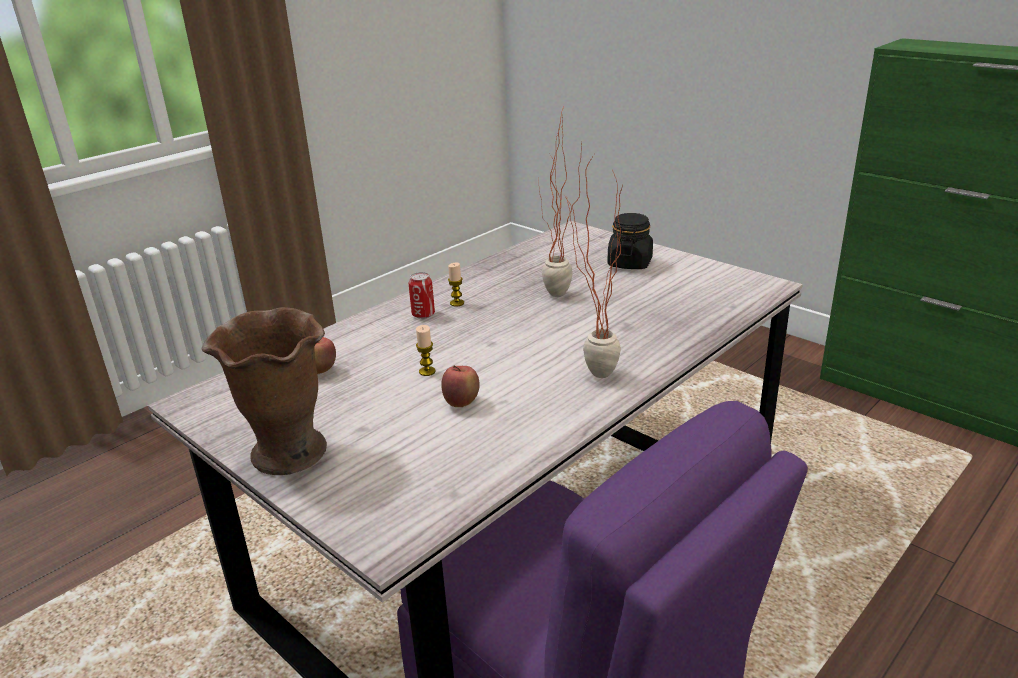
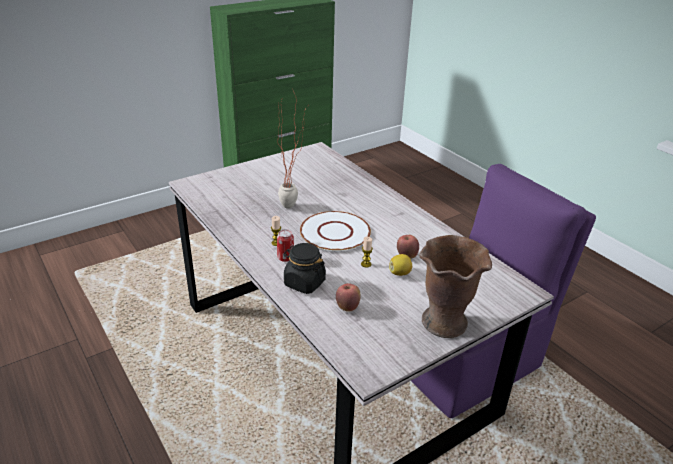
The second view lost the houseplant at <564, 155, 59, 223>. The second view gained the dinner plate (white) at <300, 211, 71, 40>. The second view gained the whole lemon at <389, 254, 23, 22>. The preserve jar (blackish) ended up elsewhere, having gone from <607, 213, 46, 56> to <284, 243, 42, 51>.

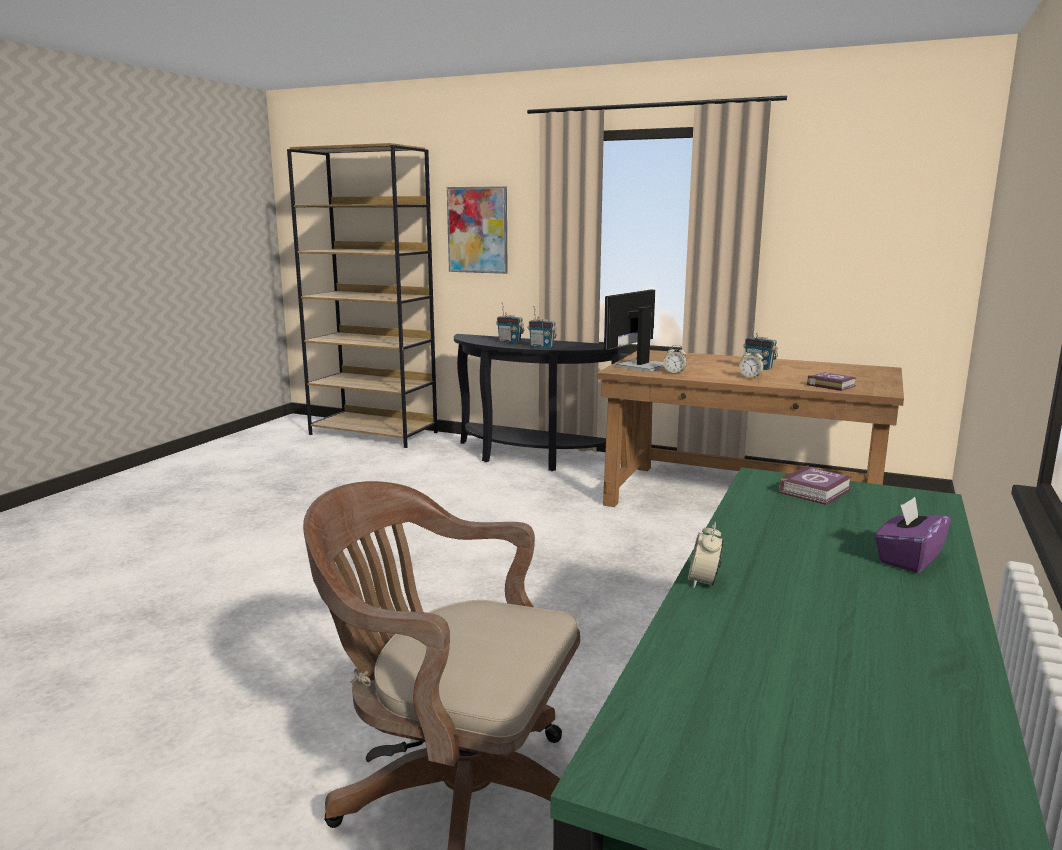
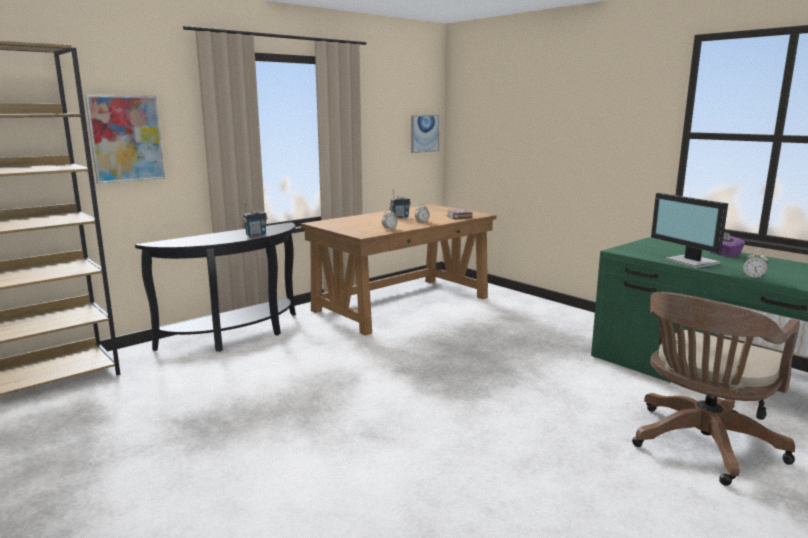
The second view lost the radio set at <496, 303, 29, 40>. The second view lost the book at <780, 465, 72, 40>. The second view gained the wall picture at <411, 115, 28, 38>. The computer display ended up elsewhere, having gone from <604, 290, 60, 82> to <651, 193, 77, 75>.

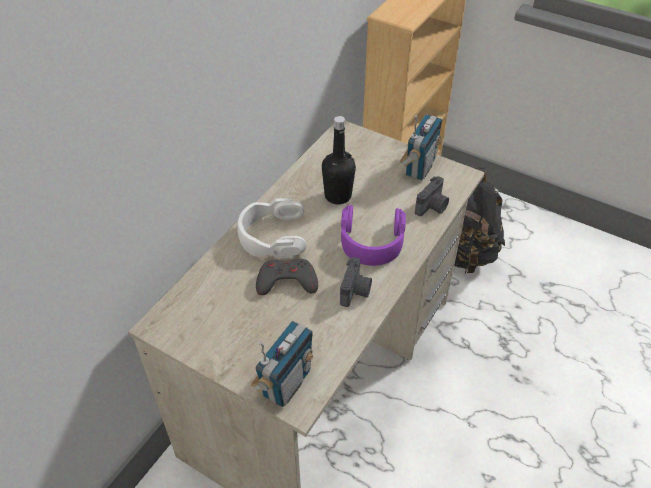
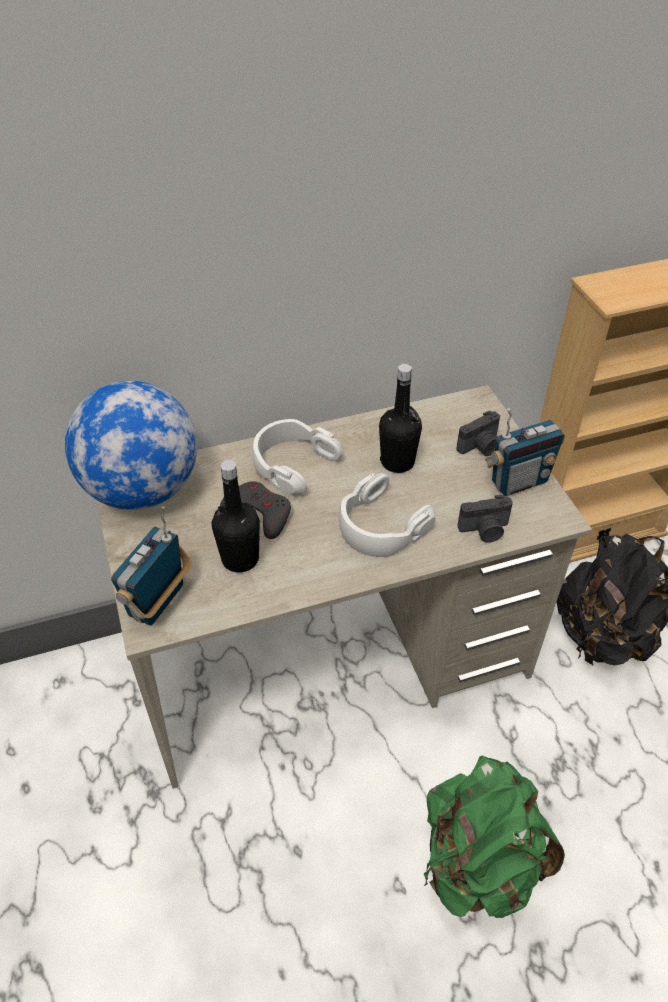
The second view gained the globe at <65, 381, 132, 129>. The second view gained the beverage bottle (blackish) at <212, 460, 48, 112>. The second view gained the backpack (green) at <424, 756, 141, 162>. The still camera ended up elsewhere, having gone from <340, 257, 32, 50> to <456, 411, 44, 45>. What was the pair of headphones (purple-coloured) at <341, 205, 65, 61> turned into the pair of headphones (white) at <339, 473, 97, 84>. The radio set at <251, 321, 62, 86> ended up facing another way, 135 degrees clockwise from before.

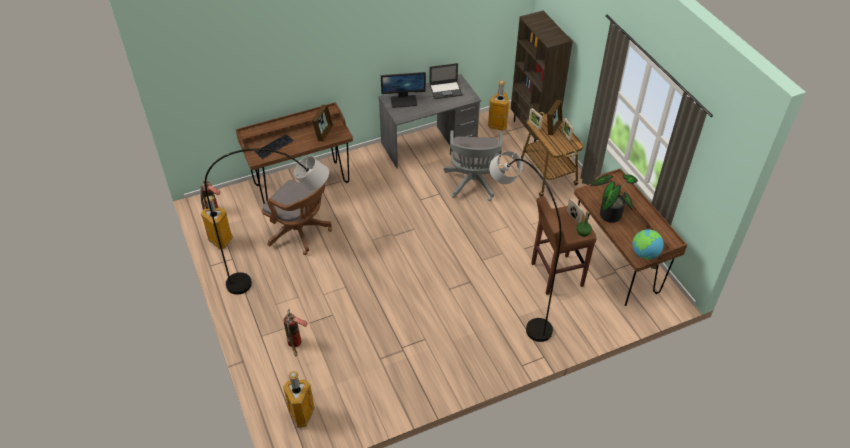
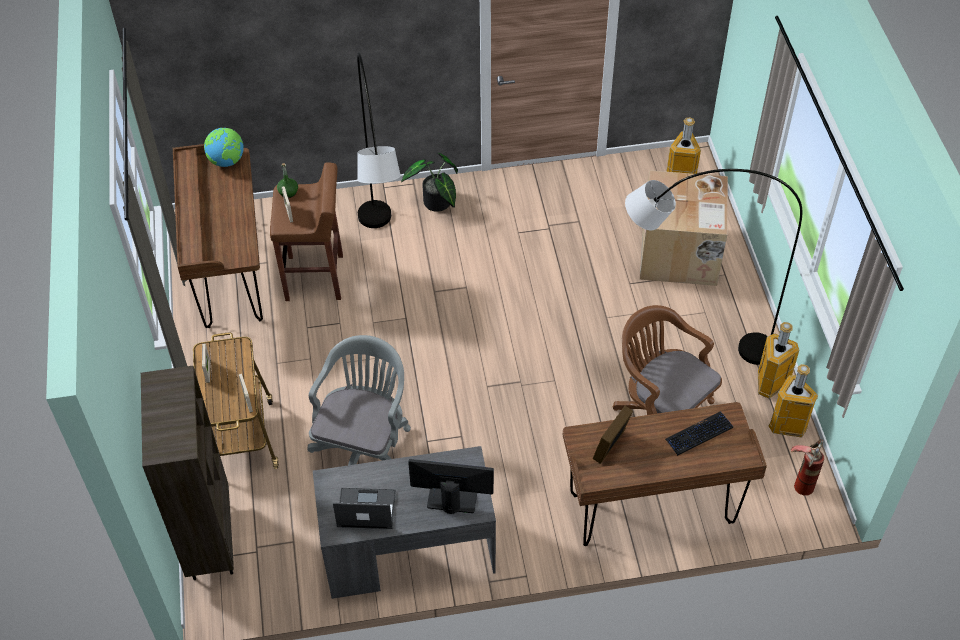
The second view lost the photo frame at <547, 100, 16, 35>. The rubbish bin ended up elsewhere, having gone from <488, 80, 21, 51> to <758, 322, 41, 77>. The houseplant ended up elsewhere, having gone from <591, 174, 47, 49> to <401, 153, 57, 59>. Where the fire-fighting cylinder stood at <284, 309, 23, 47>, the packing box came to stand at <640, 170, 88, 116>.

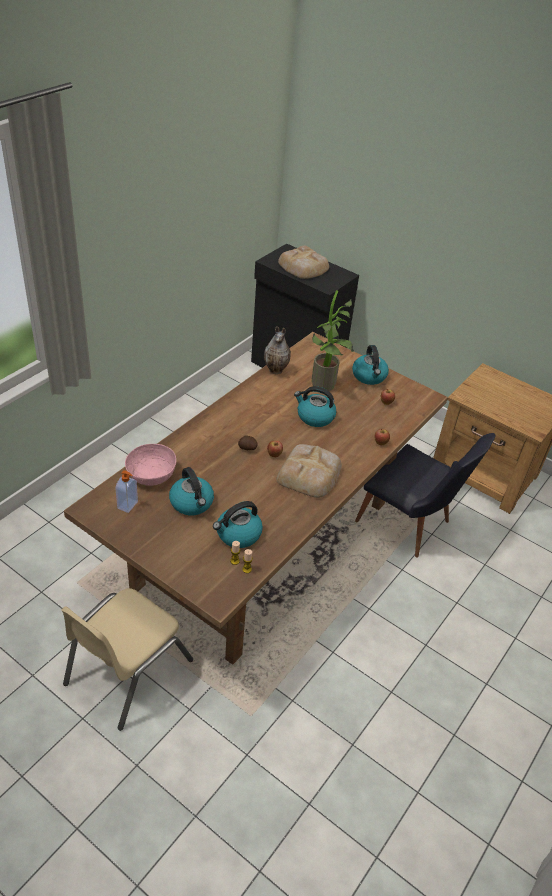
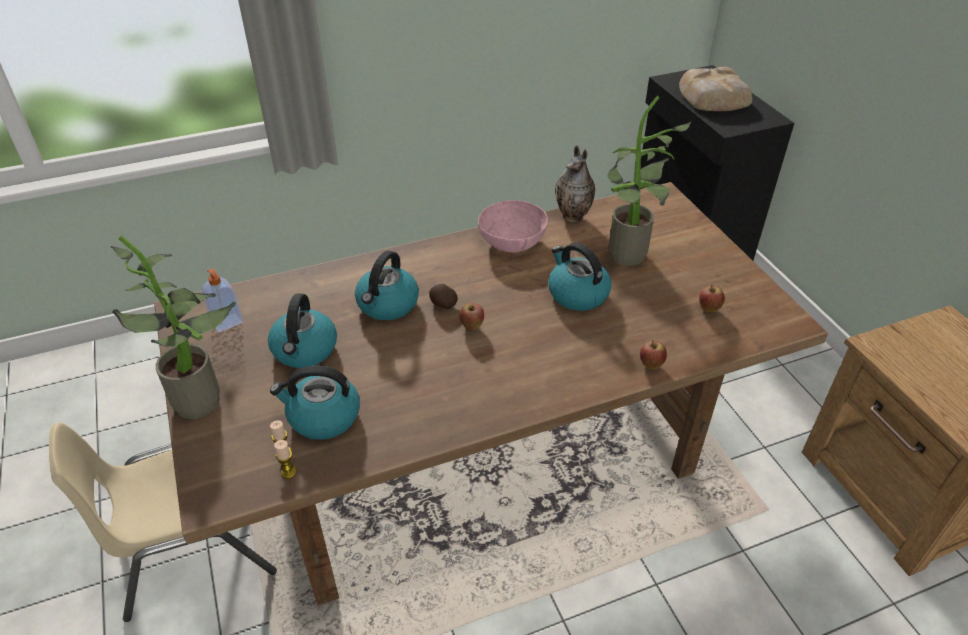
The second view lost the bread at <276, 444, 66, 54>. The second view lost the plain chair (blackish) at <355, 433, 140, 125>. The second view gained the houseplant at <111, 236, 125, 183>. The serving bowl (pink) ended up elsewhere, having gone from <125, 444, 51, 42> to <478, 200, 70, 52>. The kettle ended up elsewhere, having gone from <352, 345, 37, 40> to <355, 251, 64, 69>.

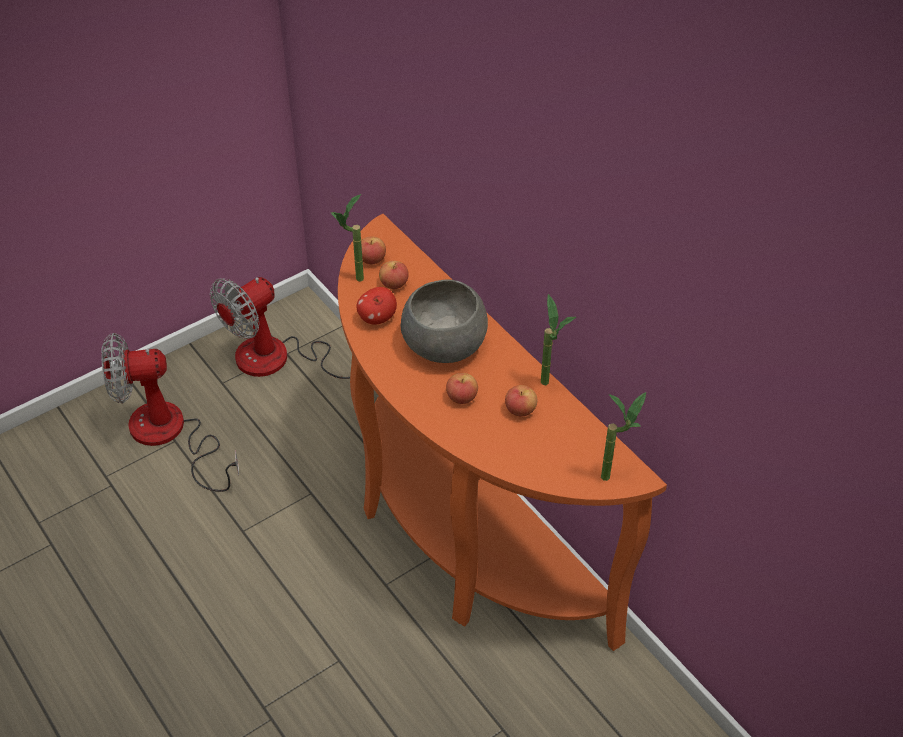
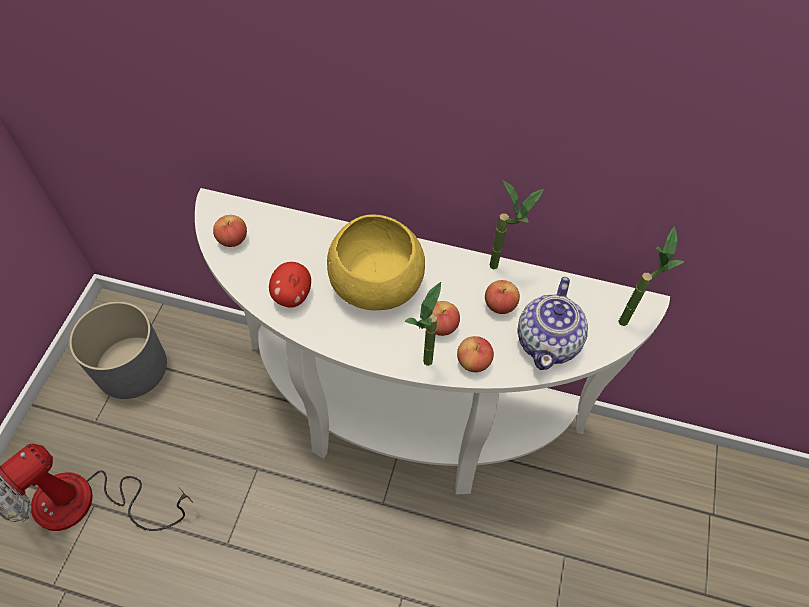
The second view gained the teapot at <517, 277, 71, 93>. The houseplant ended up elsewhere, having gone from <331, 194, 33, 88> to <405, 282, 36, 84>. The whole apple ended up elsewhere, having gone from <379, 261, 30, 28> to <457, 336, 37, 36>. Where the electric fan stood at <210, 277, 140, 102>, the plant pot (gray) came to stand at <69, 302, 98, 97>. What was the narrow table (orange) at <338, 214, 329, 437> turned into the narrow table (white) at <195, 188, 475, 306>. What was the serving bowl (gray) at <401, 279, 87, 84> turned into the serving bowl (yellow-coloured) at <327, 214, 98, 96>.

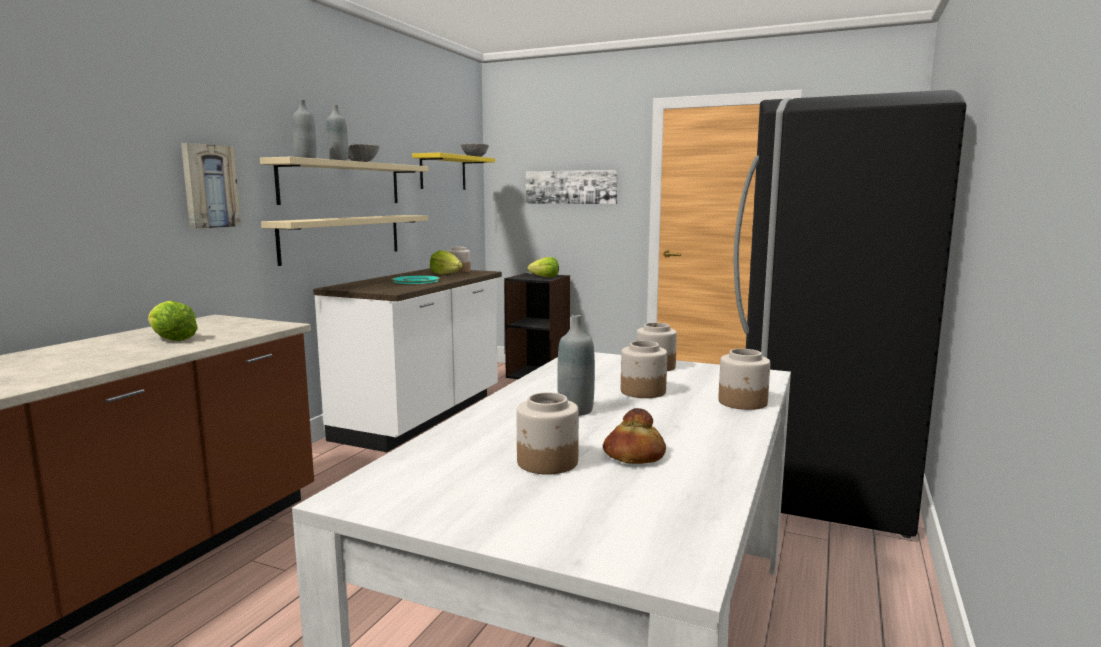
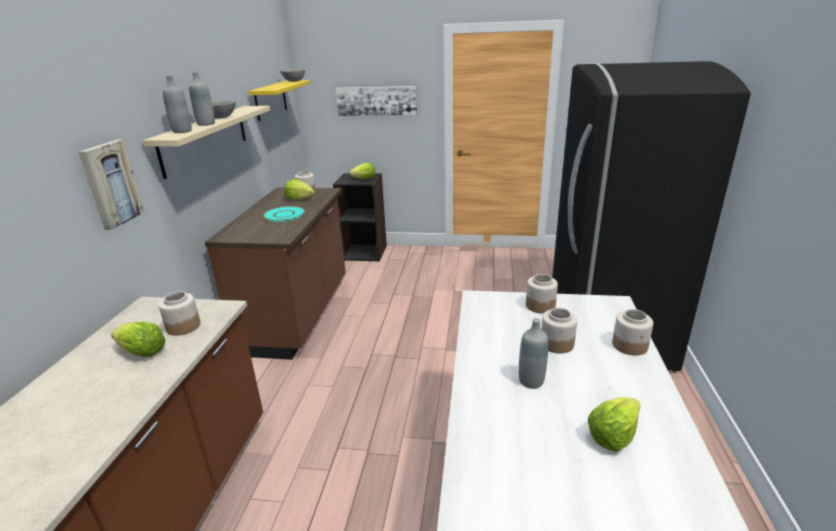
The second view lost the wall shelf (beige) at <261, 215, 167, 51>. The preserve jar ended up elsewhere, having gone from <516, 392, 63, 83> to <158, 291, 42, 45>. Where the bread stood at <603, 408, 63, 56>, the lettuce head came to stand at <588, 397, 53, 55>. What was the counter (white) at <313, 268, 189, 184> turned into the counter (brown-coloured) at <205, 188, 141, 172>.

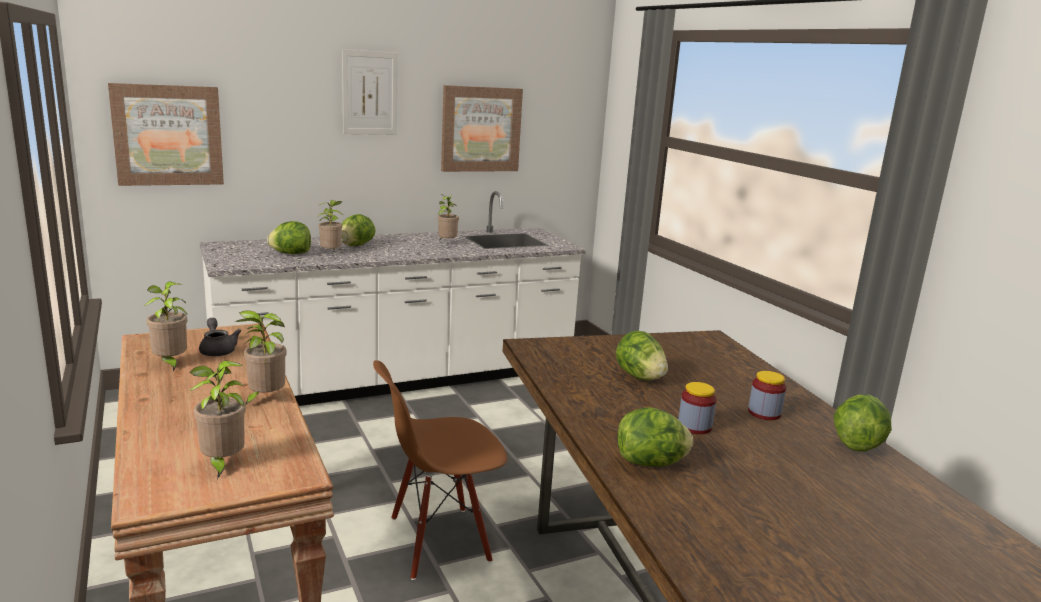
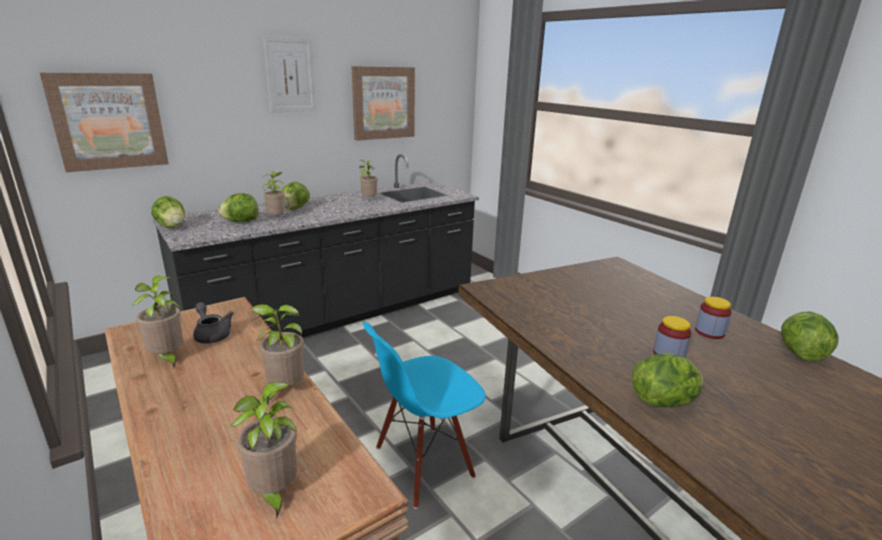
The lettuce head ended up elsewhere, having gone from <616, 331, 52, 49> to <151, 196, 34, 32>. What was the counter (white) at <200, 191, 386, 215> turned into the counter (blackish) at <153, 154, 326, 184>. What was the plain chair (brown-coloured) at <373, 360, 135, 220> turned into the plain chair (blue-coloured) at <363, 322, 123, 187>.

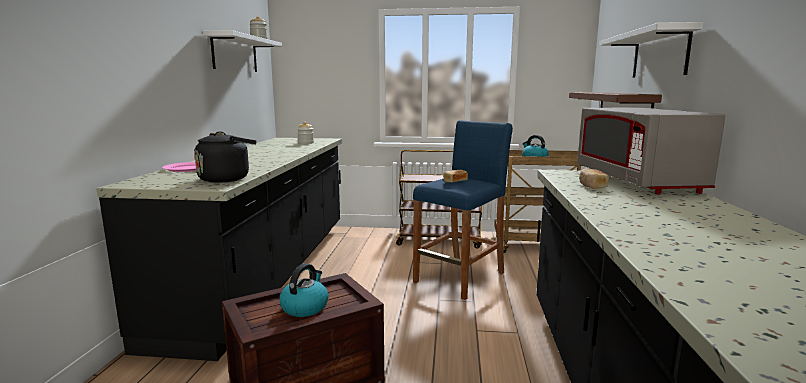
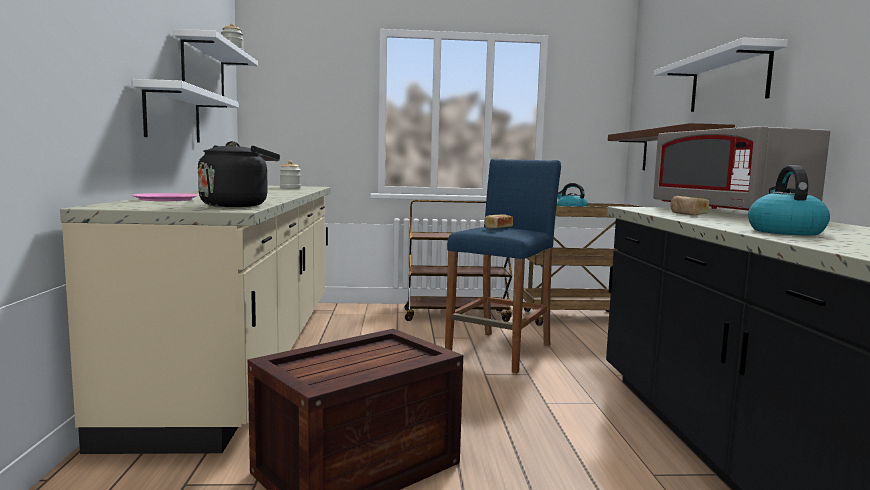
The second view gained the wall shelf (white) at <132, 79, 107, 64>. The kettle ended up elsewhere, having gone from <279, 263, 50, 54> to <748, 165, 82, 70>. What was the counter (blackish) at <96, 138, 246, 223> turned into the counter (beige) at <60, 186, 271, 268>.

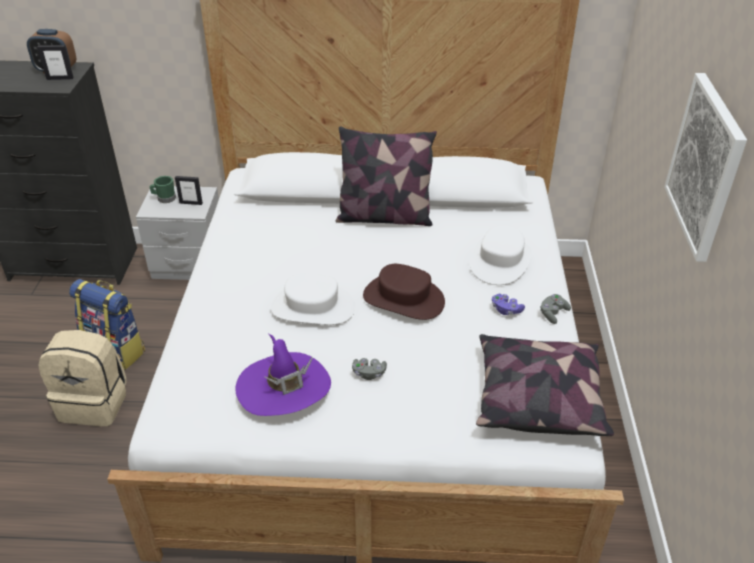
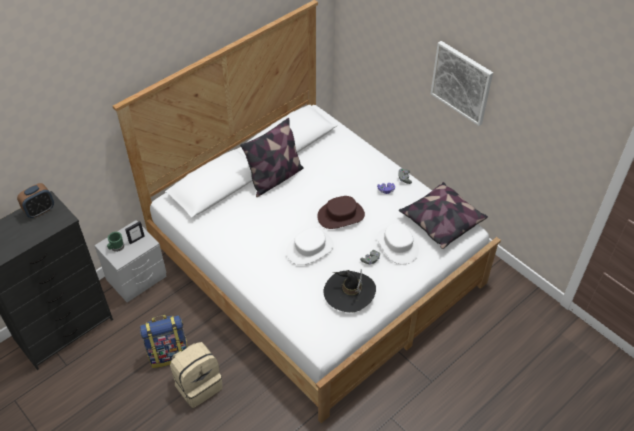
The second view lost the photo frame at <37, 45, 37, 35>. The clothing hat (white) ended up elsewhere, having gone from <470, 225, 62, 60> to <377, 223, 42, 41>. What was the clothing hat (purple-coloured) at <235, 334, 96, 82> turned into the clothing hat (blackish) at <324, 269, 52, 44>.

